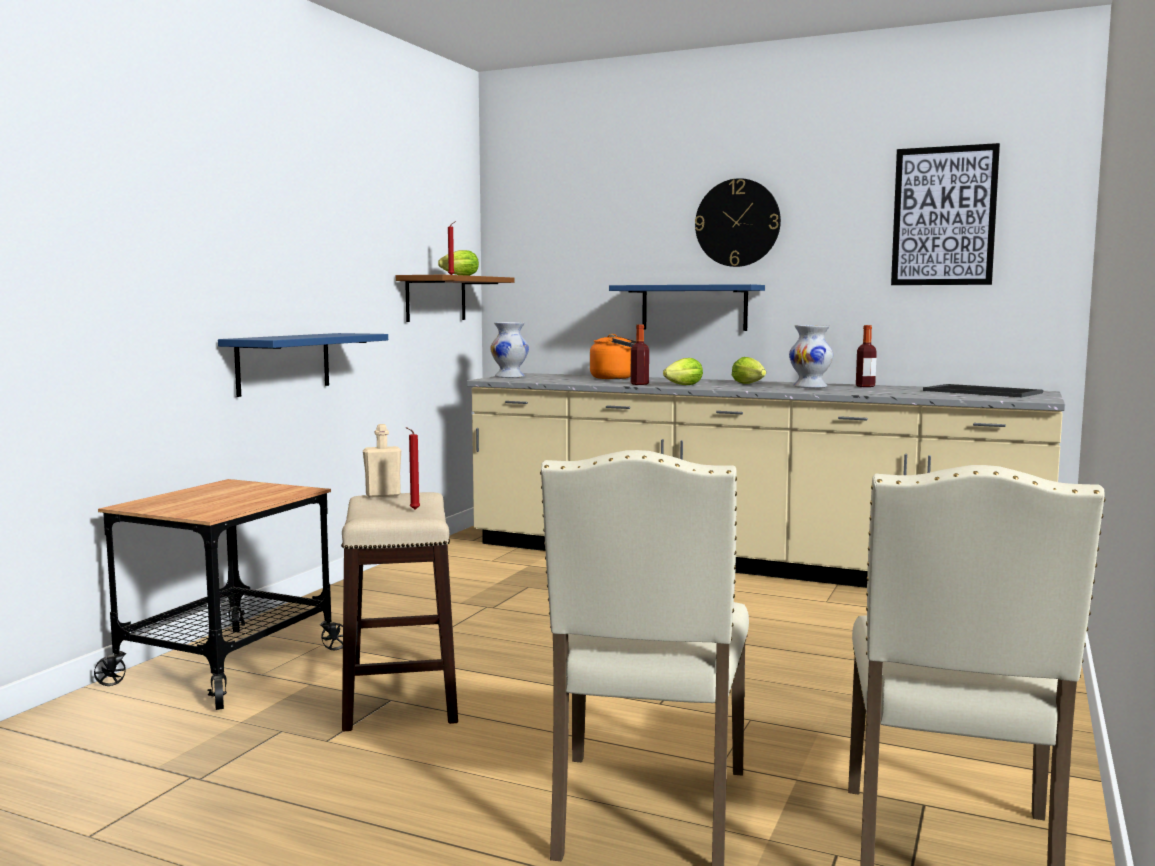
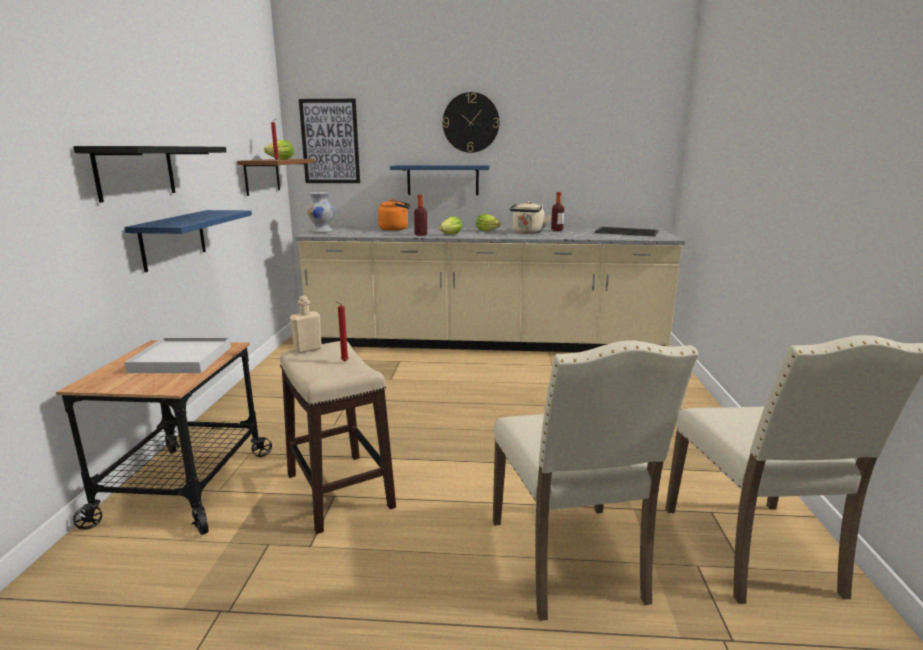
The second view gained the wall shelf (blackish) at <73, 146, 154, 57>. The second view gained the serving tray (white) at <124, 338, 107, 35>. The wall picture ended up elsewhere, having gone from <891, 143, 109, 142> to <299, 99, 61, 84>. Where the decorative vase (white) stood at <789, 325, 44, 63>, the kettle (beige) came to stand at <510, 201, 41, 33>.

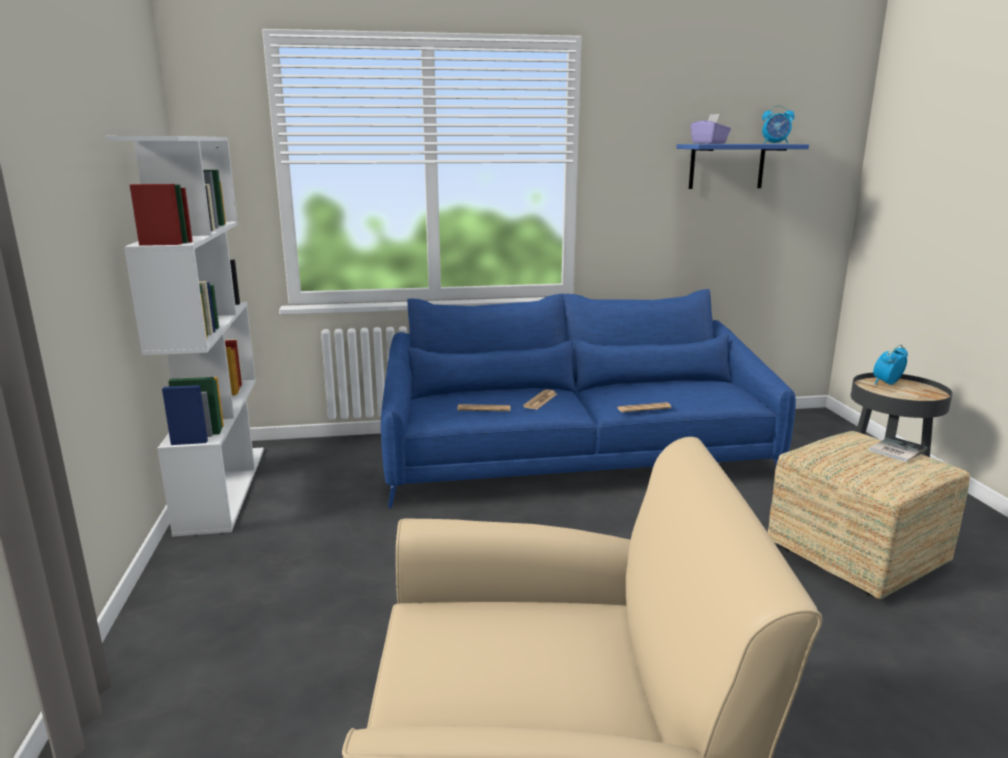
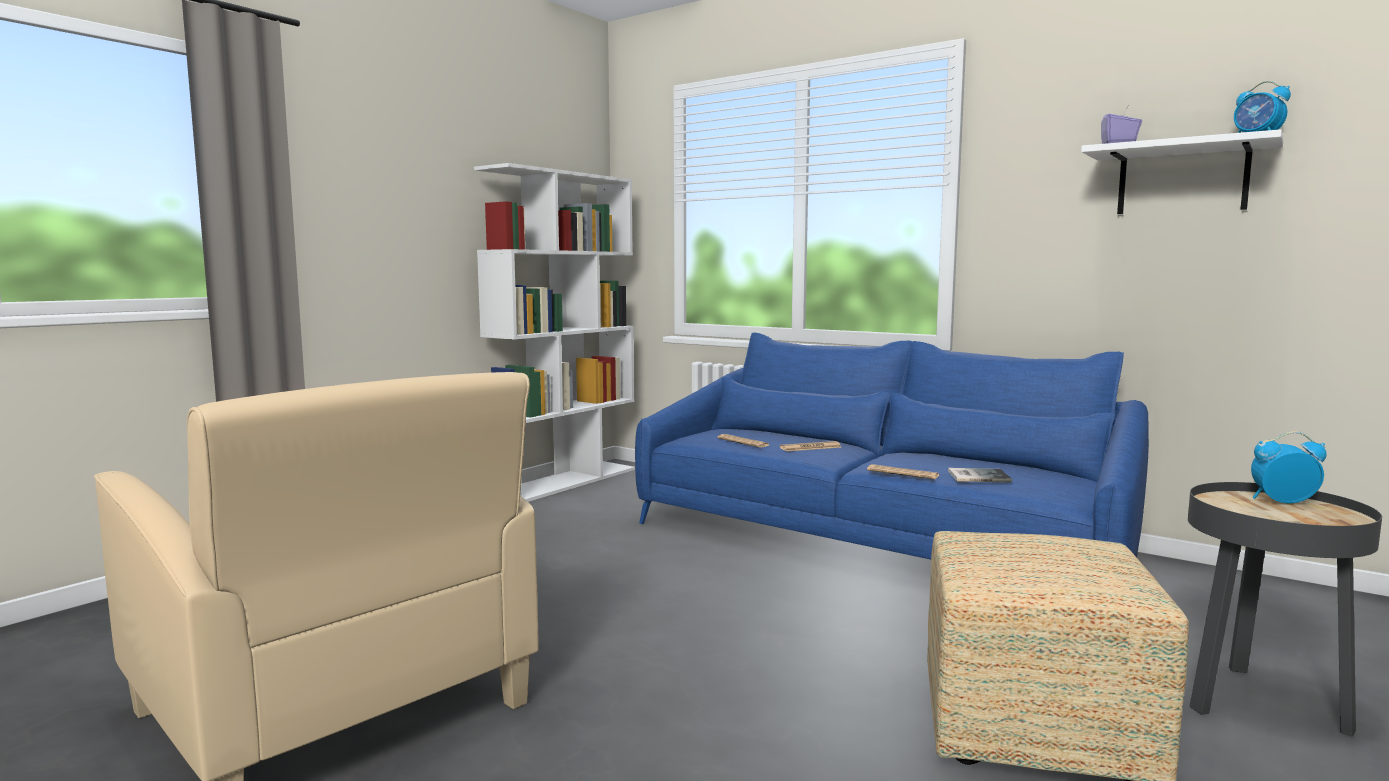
The book ended up elsewhere, having gone from <869, 436, 59, 27> to <948, 468, 64, 15>. What was the wall shelf (blue-coloured) at <676, 144, 133, 45> turned into the wall shelf (white) at <1081, 129, 202, 85>.

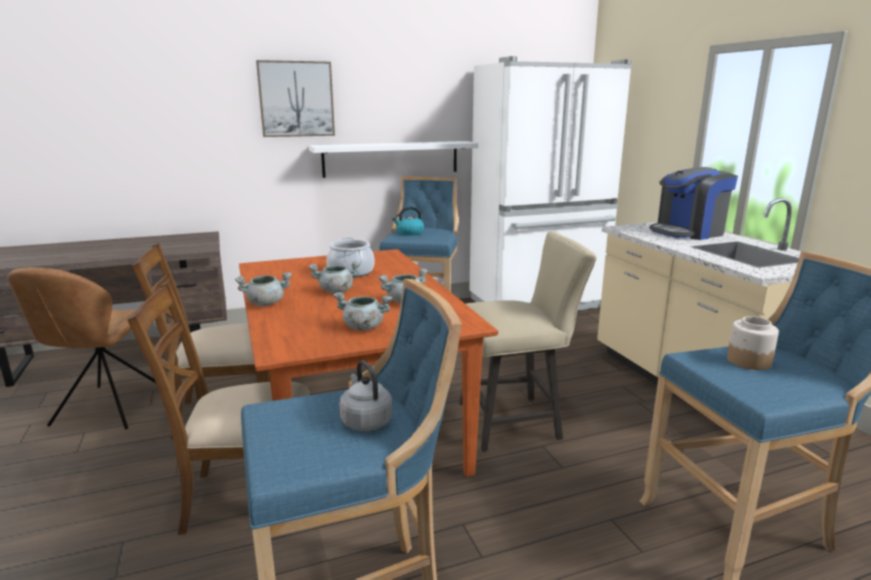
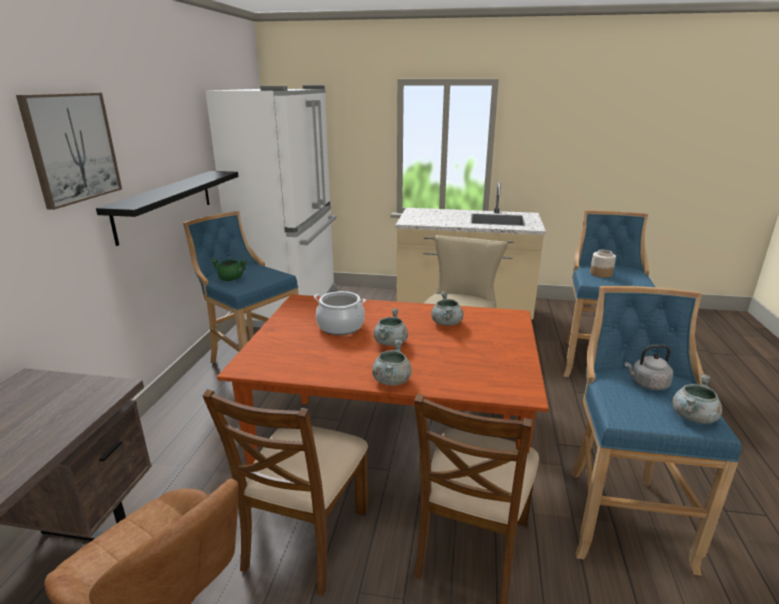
The second view lost the coffee maker at <649, 167, 89, 73>. The saucepot (gray) ended up elsewhere, having gone from <333, 292, 59, 39> to <672, 374, 50, 50>. Where the kettle stood at <392, 206, 32, 30>, the saucepot (green) came to stand at <210, 258, 37, 23>. What was the wall shelf (white) at <309, 141, 169, 37> turned into the wall shelf (blackish) at <96, 171, 142, 75>.

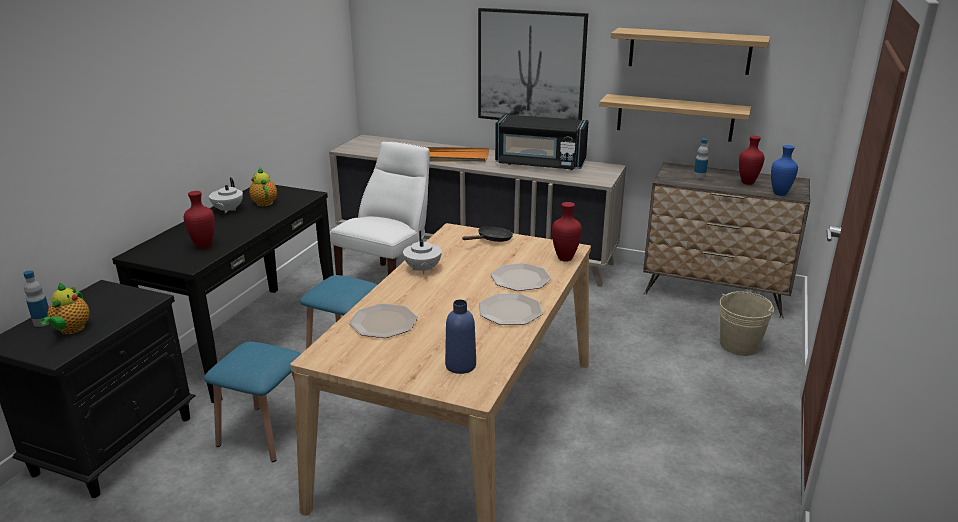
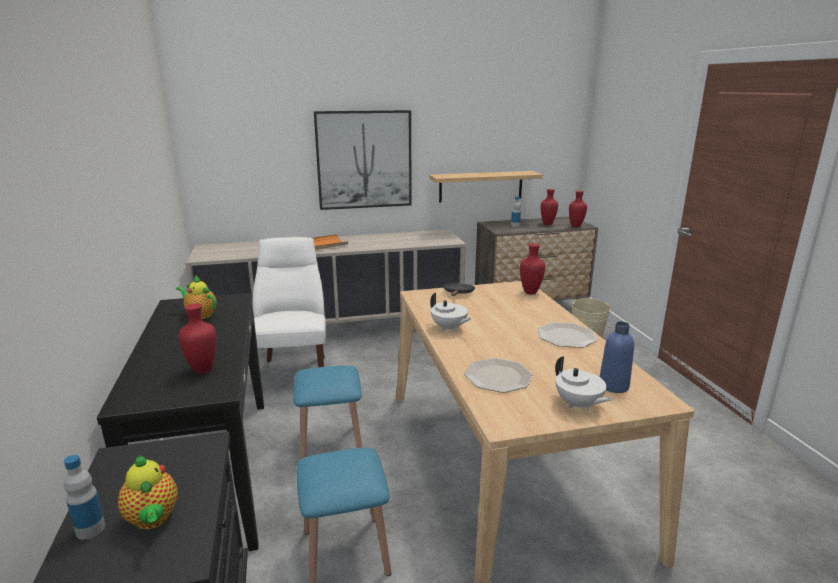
The second view lost the dinner plate at <491, 263, 60, 28>. The second view lost the microwave (blackish) at <495, 114, 94, 56>. The second view lost the wall shelf at <611, 28, 159, 47>. The teapot (white) ended up elsewhere, having gone from <209, 177, 34, 37> to <555, 356, 57, 55>. What was the decorative vase (blue-coloured) at <771, 145, 27, 51> turned into the decorative vase (reddish) at <569, 191, 18, 36>.

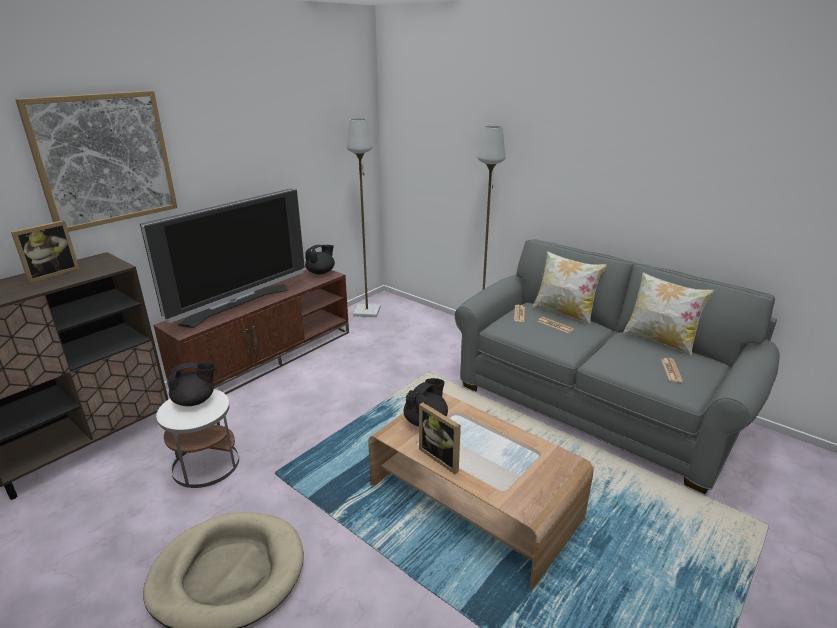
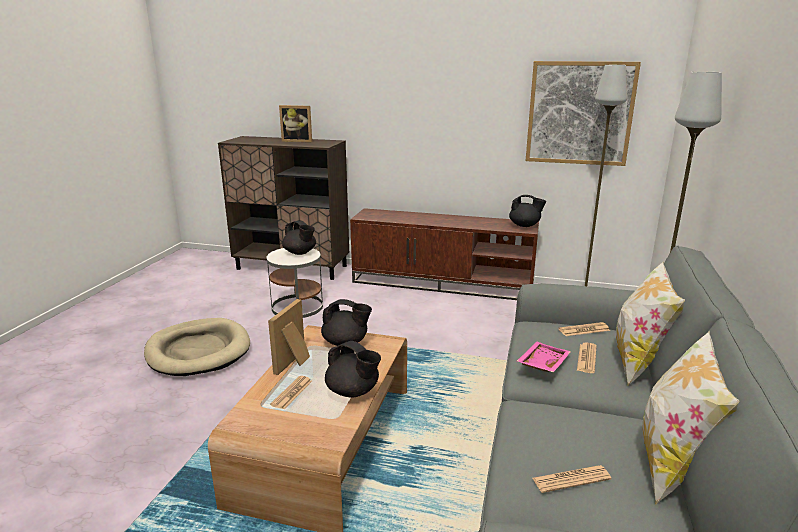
The second view lost the television at <140, 188, 165, 140>. The second view gained the daily paper at <270, 376, 42, 33>. The second view gained the teapot (blackish) at <325, 341, 56, 57>. The second view gained the serving tray (pink) at <517, 341, 54, 31>. The wall picture ended up elsewhere, having gone from <15, 91, 163, 141> to <526, 61, 115, 105>.

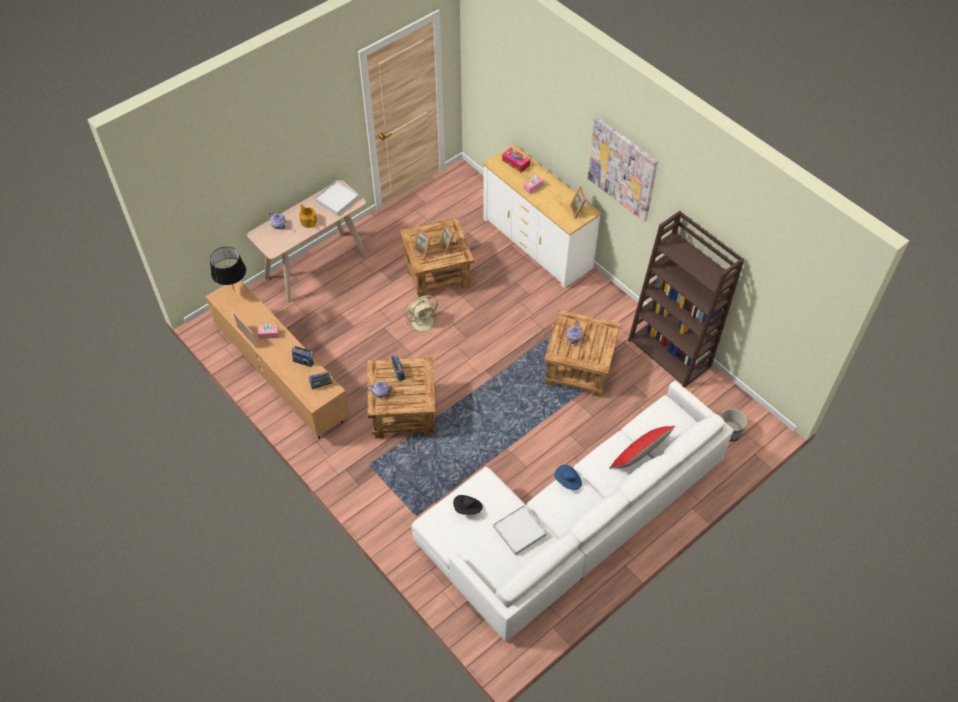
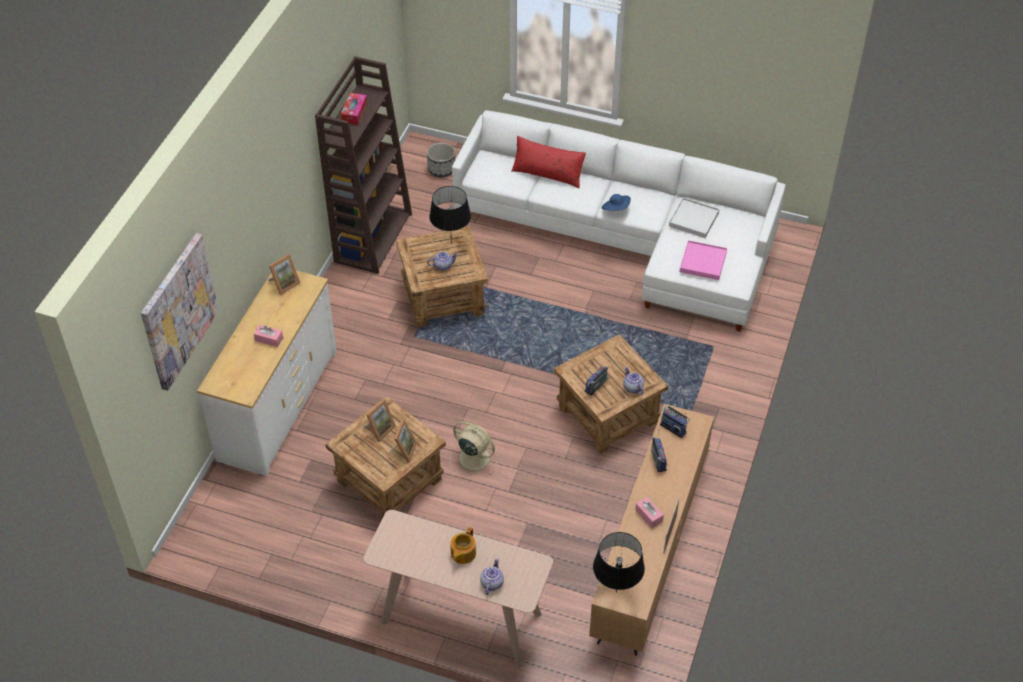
The second view lost the serving tray (white) at <315, 180, 44, 36>. The second view gained the lamp for a table (blackish) at <429, 186, 42, 57>. The tissue holder ended up elsewhere, having gone from <502, 148, 28, 24> to <341, 93, 26, 32>. The wall picture ended up elsewhere, having gone from <588, 117, 70, 105> to <141, 233, 78, 158>. Where the clothing hat (blackish) stood at <453, 495, 30, 20>, the serving tray (pink) came to stand at <679, 240, 48, 40>.

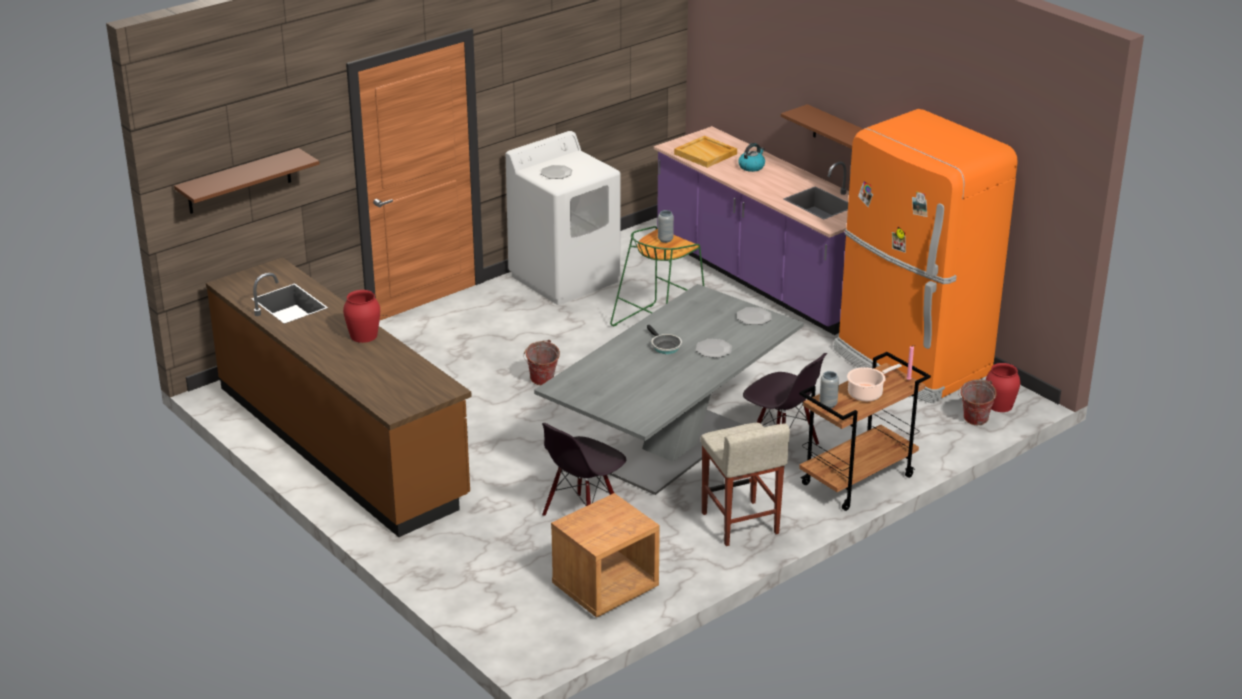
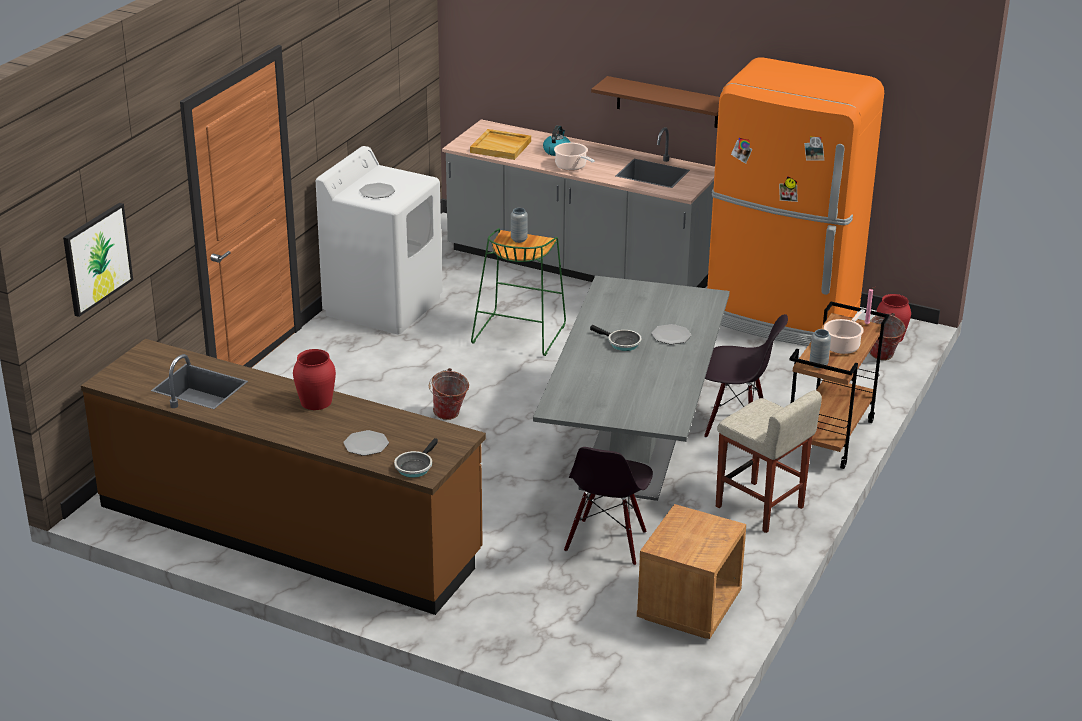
The second view gained the skillet at <394, 438, 44, 40>. The second view gained the saucepot at <554, 143, 41, 28>. The dinner plate ended up elsewhere, having gone from <737, 307, 35, 18> to <343, 430, 46, 26>. Where the wall shelf (brown-coloured) hung at <174, 148, 146, 66>, the wall picture came to hang at <63, 203, 70, 114>. What was the counter (purple-coloured) at <654, 126, 195, 209> turned into the counter (gray) at <442, 119, 273, 169>.

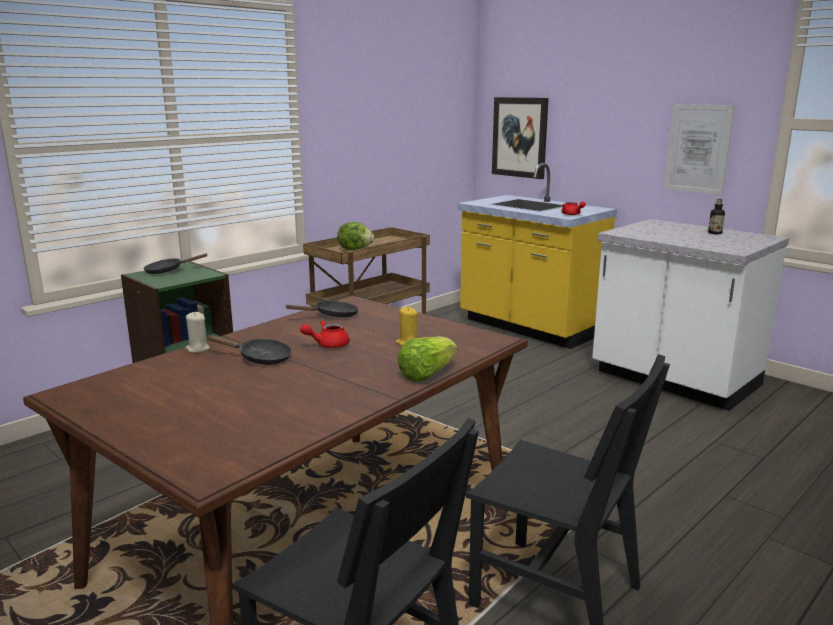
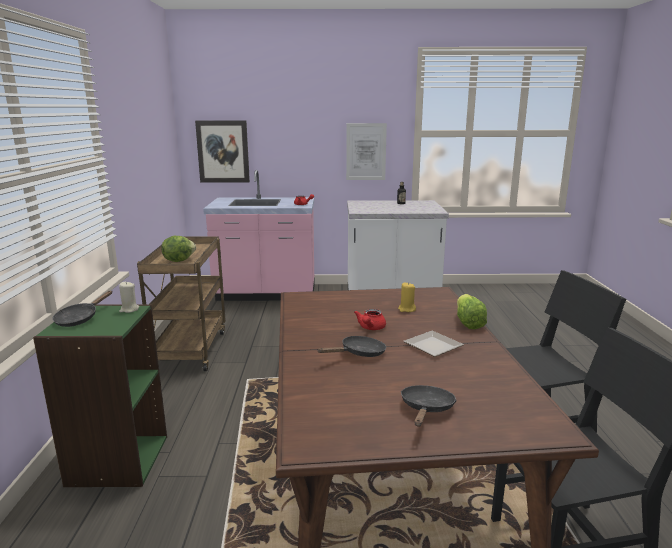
The second view gained the dinner plate at <404, 331, 60, 26>. The wax light (beige) ended up elsewhere, having gone from <185, 312, 25, 41> to <119, 282, 20, 31>. The skillet (blackish) ended up elsewhere, having gone from <285, 301, 74, 16> to <401, 385, 56, 42>. What was the counter (yellow-coloured) at <458, 163, 159, 186> turned into the counter (pink) at <203, 170, 112, 131>.

